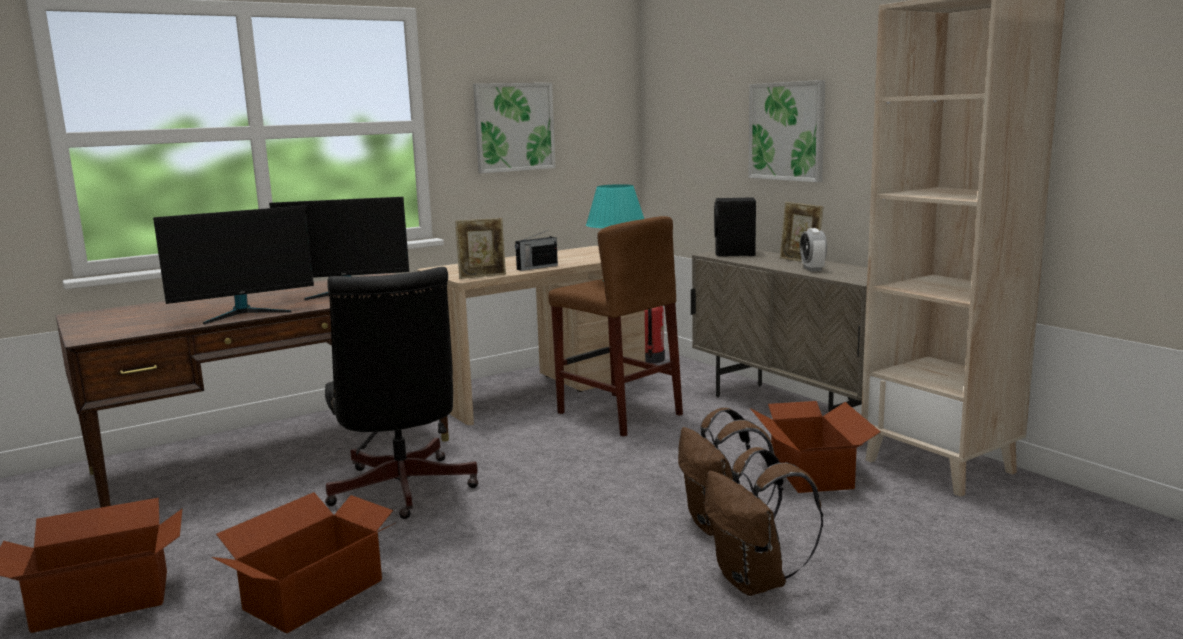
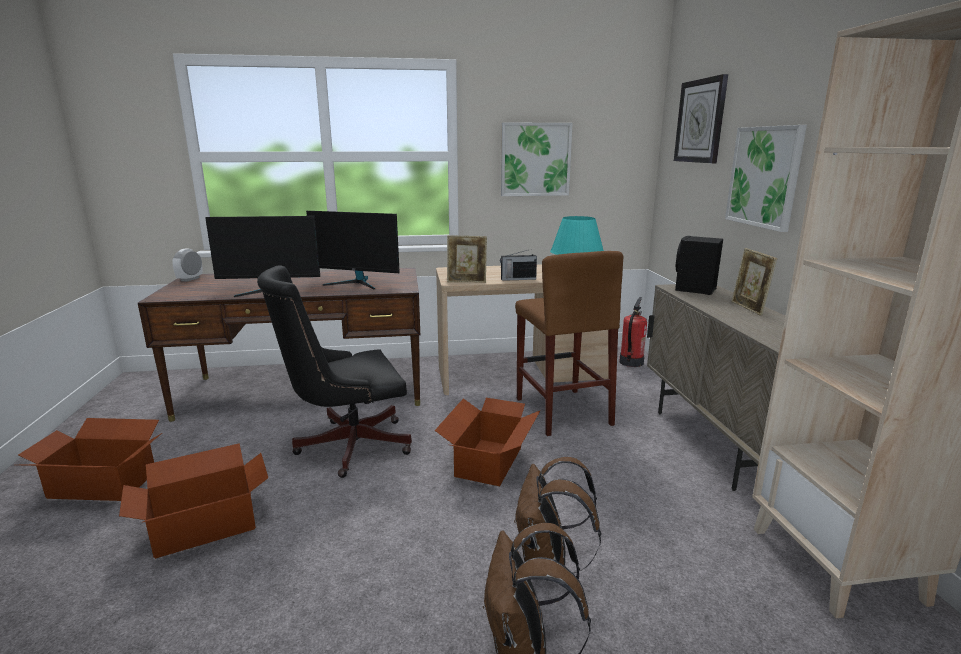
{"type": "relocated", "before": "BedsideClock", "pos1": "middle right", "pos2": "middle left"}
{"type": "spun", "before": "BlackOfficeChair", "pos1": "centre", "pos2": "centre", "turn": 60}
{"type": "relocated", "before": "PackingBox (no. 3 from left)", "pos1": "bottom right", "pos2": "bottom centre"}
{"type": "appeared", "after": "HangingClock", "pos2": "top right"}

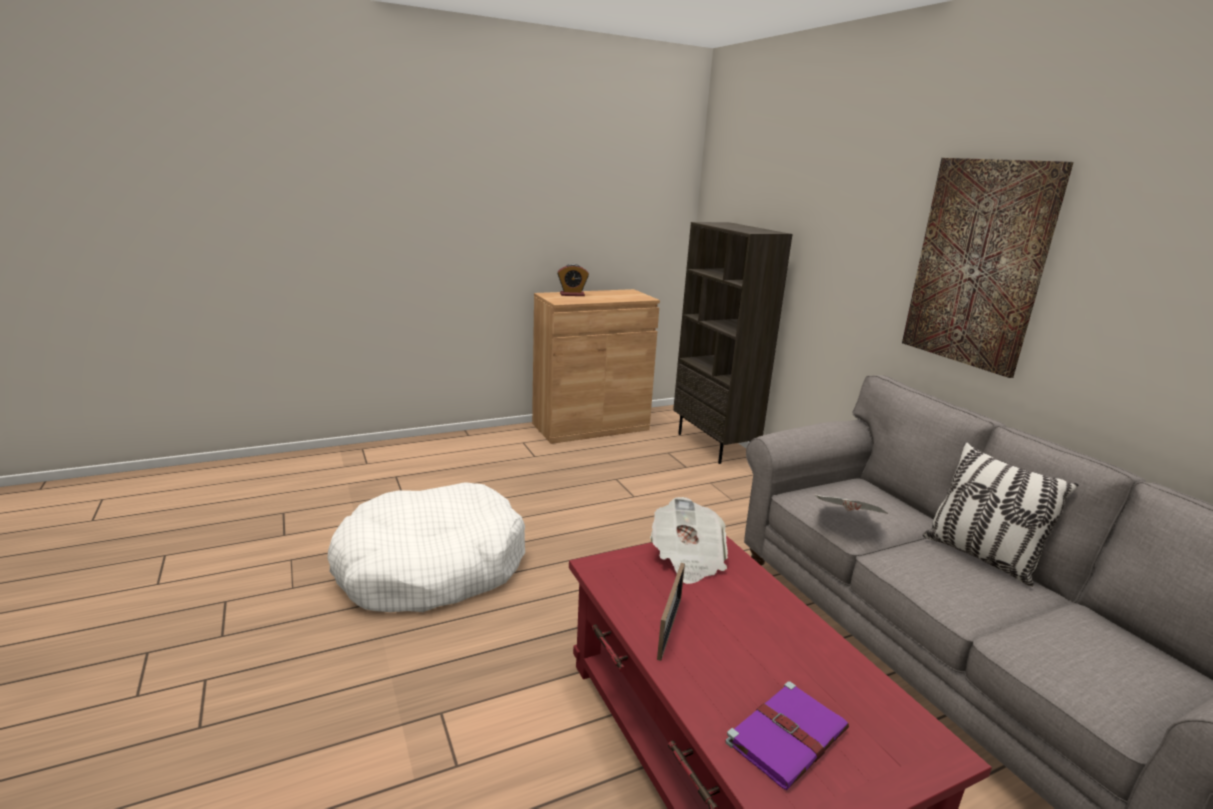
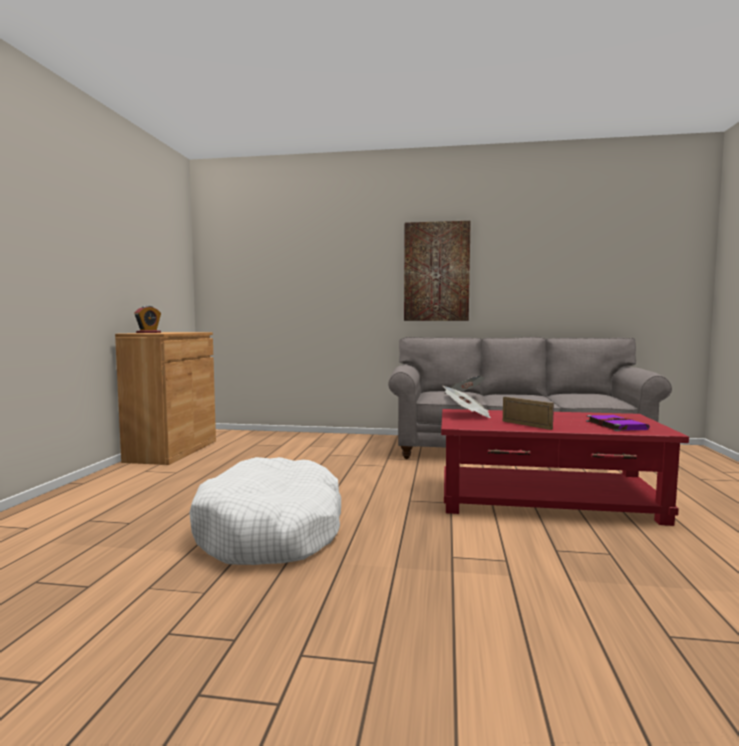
{"type": "missing", "before": "BrownColouredBookshelf", "pos1": "centre"}
{"type": "missing", "before": "ThrowPillow", "pos1": "middle right"}

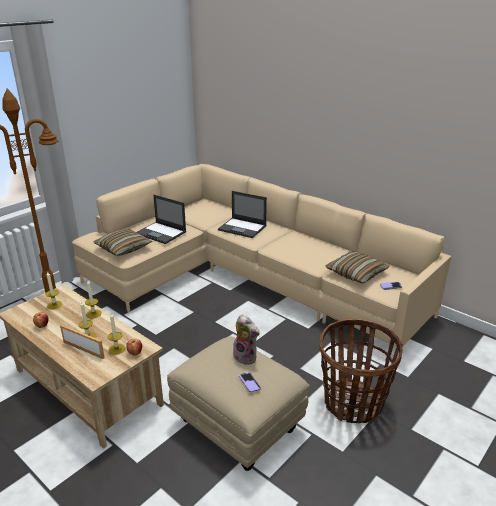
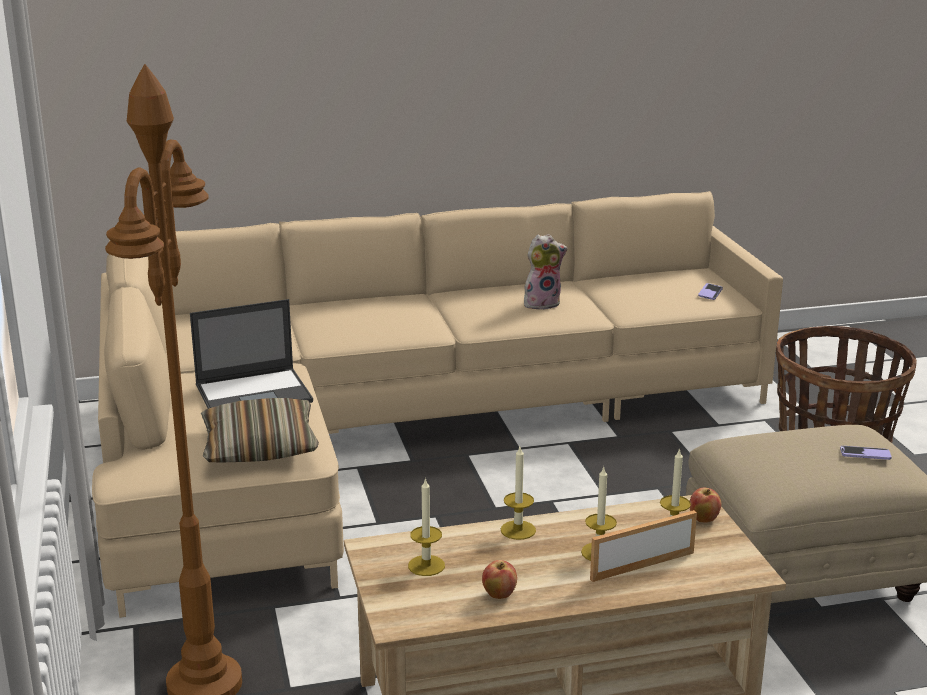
{"type": "missing", "before": "NotebookComputer (no. 2 from left)", "pos1": "centre"}
{"type": "missing", "before": "ThrowPillow (no. 2 from left)", "pos1": "middle right"}
{"type": "relocated", "before": "CuddlyToy", "pos1": "bottom centre", "pos2": "centre"}

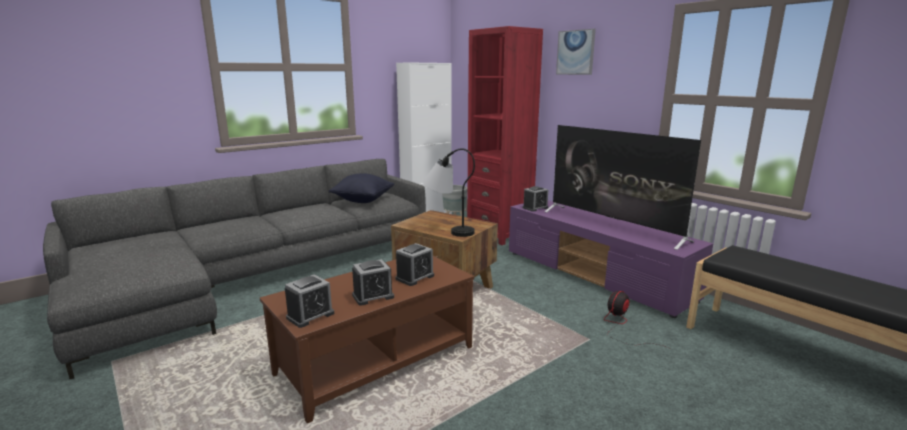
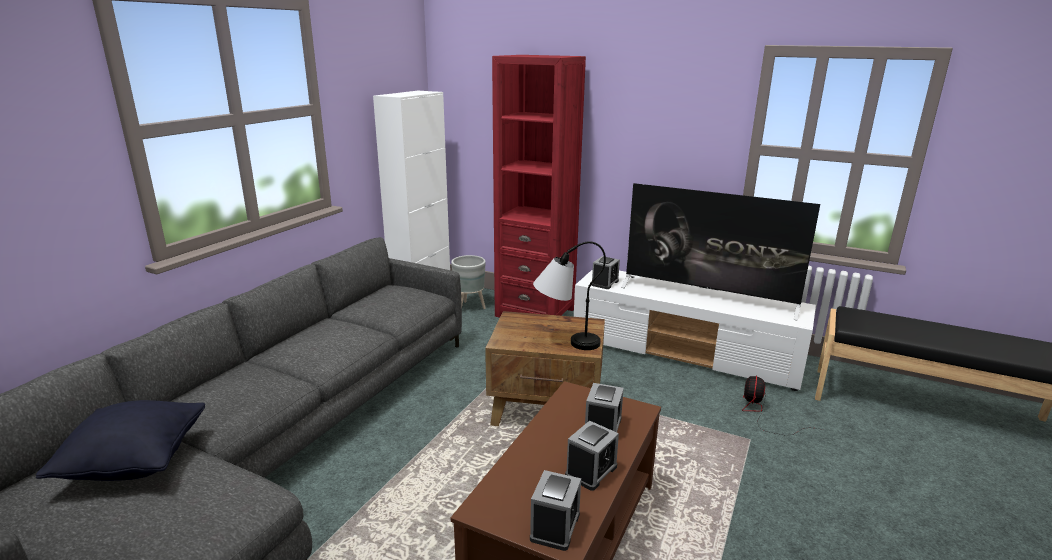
{"type": "missing", "before": "WallPicture", "pos1": "top centre"}
{"type": "relocated", "before": "BlackThrowPillow", "pos1": "centre", "pos2": "bottom left"}
{"type": "colour", "before": "PurpleTvStand", "after": "WhiteColouredTvStand", "pos1": "middle right", "pos2": "centre"}

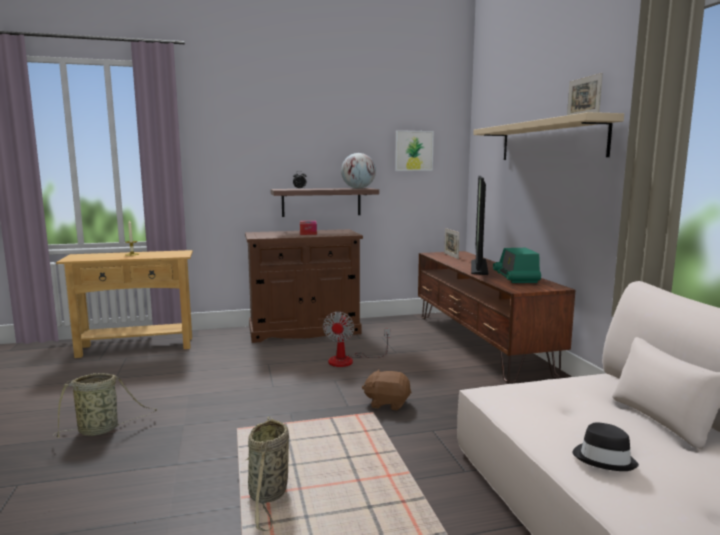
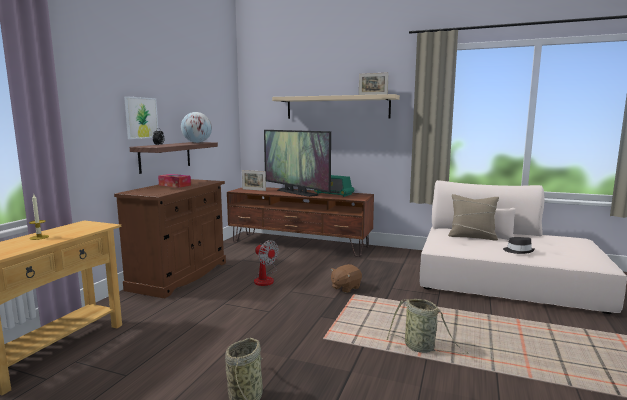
{"type": "relocated", "before": "WallPicture", "pos1": "top centre", "pos2": "top left"}
{"type": "appeared", "after": "BeigeColouredThrowPillow", "pos2": "middle right"}

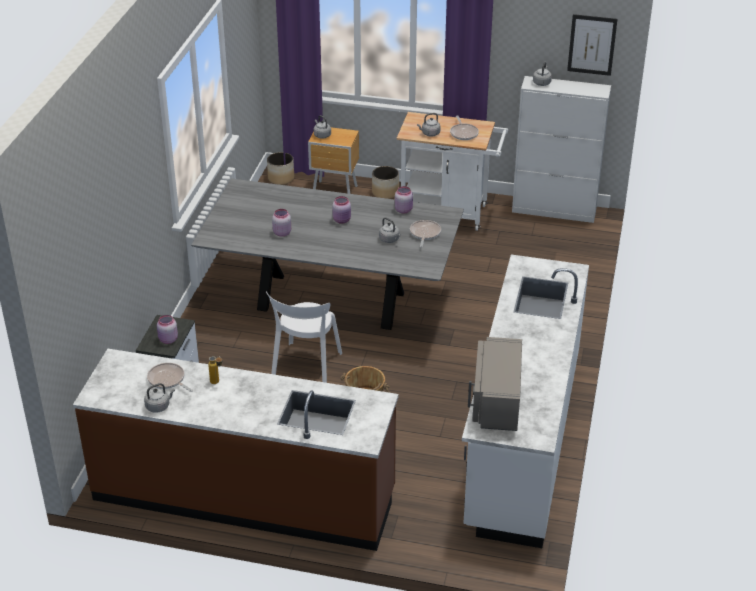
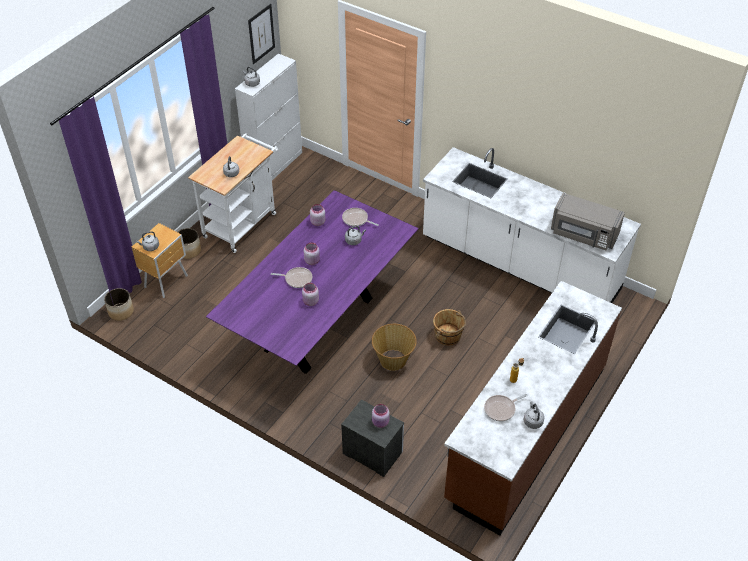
{"type": "relocated", "before": "Pan (no. 3 from left in the first image)", "after": "Pan (no. 1 from left)", "pos1": "top centre", "pos2": "centre"}
{"type": "colour", "before": "GreyDiningTable", "after": "PurpleDiningTable", "pos1": "centre", "pos2": "centre"}
{"type": "exchanged", "before": "WhiteColouredChair", "after": "Basket", "pos1": "centre", "pos2": "centre"}

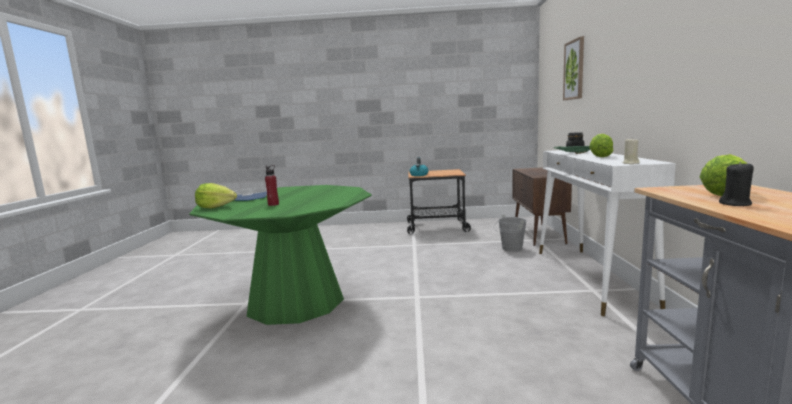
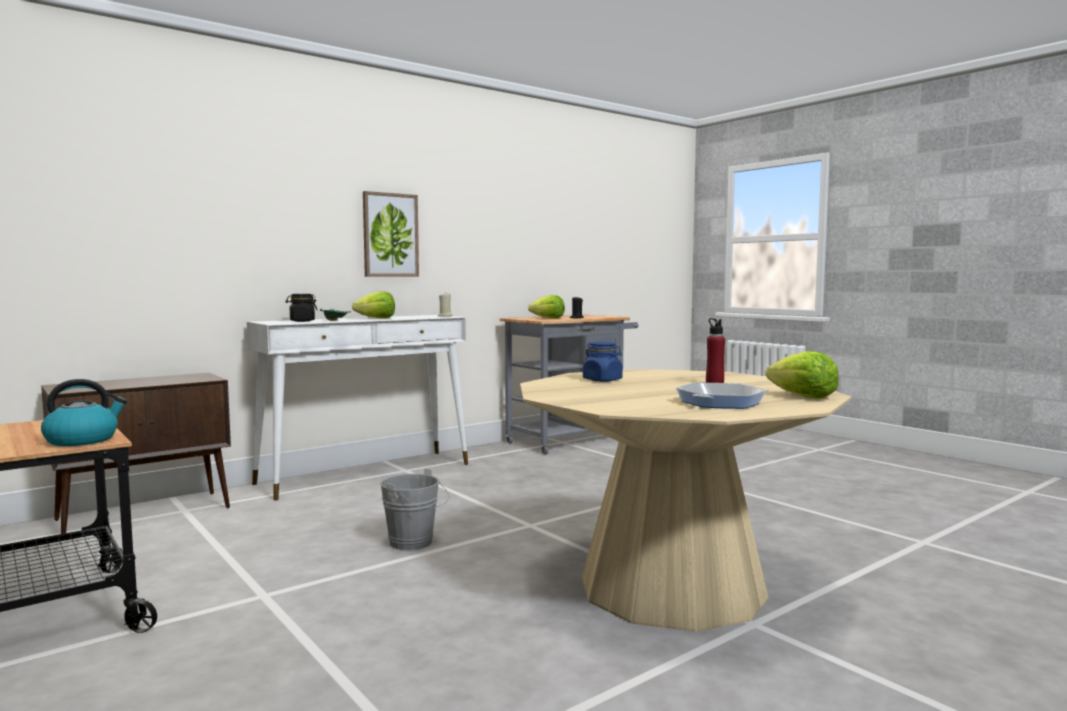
{"type": "relocated", "before": "WallPicture", "pos1": "top right", "pos2": "top centre"}
{"type": "colour", "before": "GreenDiningTable", "after": "BeigeColouredDiningTable", "pos1": "centre", "pos2": "bottom centre"}
{"type": "relocated", "before": "GreyBucket", "pos1": "centre", "pos2": "bottom centre"}
{"type": "appeared", "after": "BlueStorageJar", "pos2": "centre"}

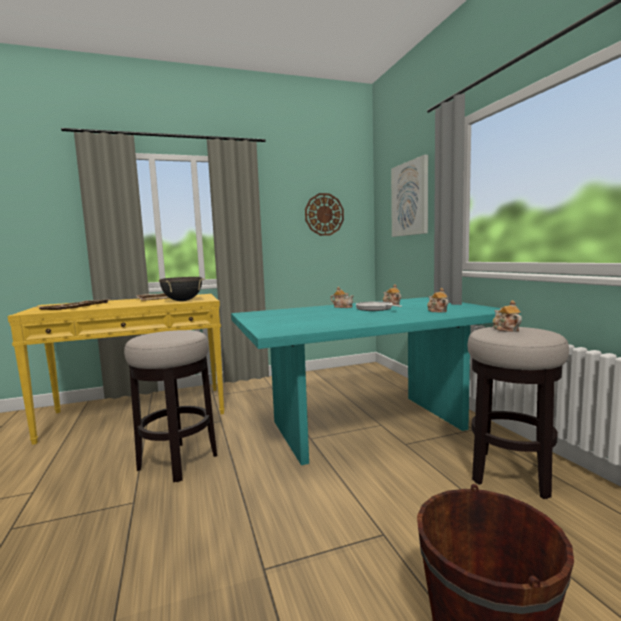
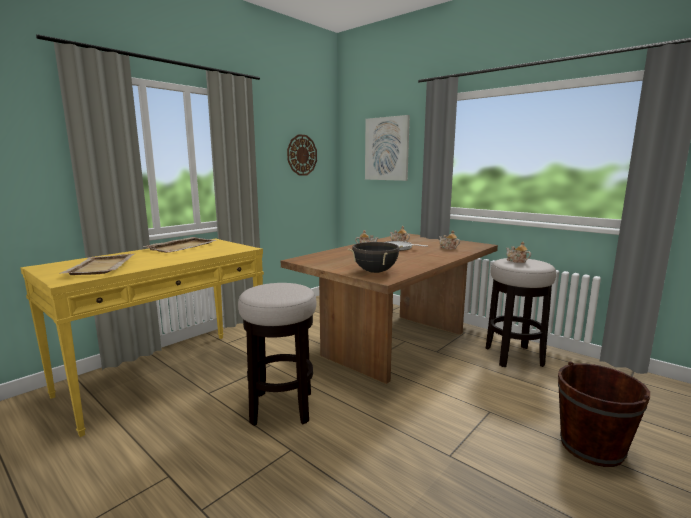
{"type": "relocated", "before": "BlackStockpot", "pos1": "middle left", "pos2": "centre"}
{"type": "colour", "before": "BlueGreenDiningTable", "after": "BrownColouredDiningTable", "pos1": "centre", "pos2": "centre"}

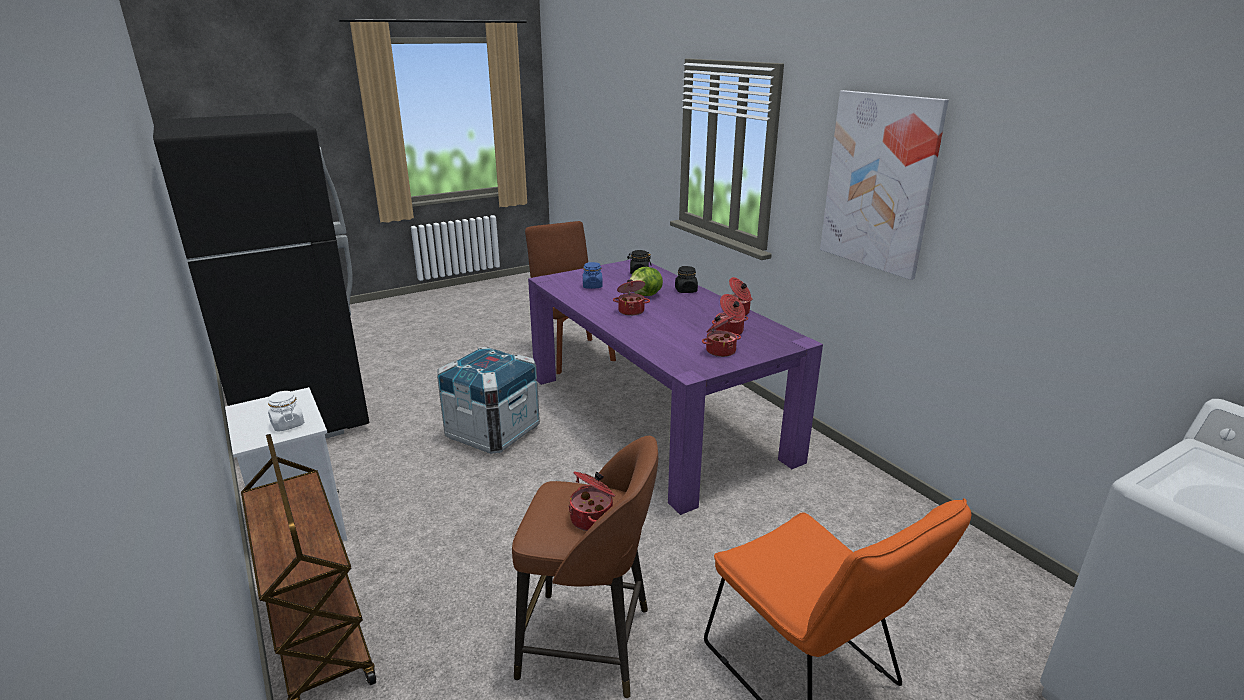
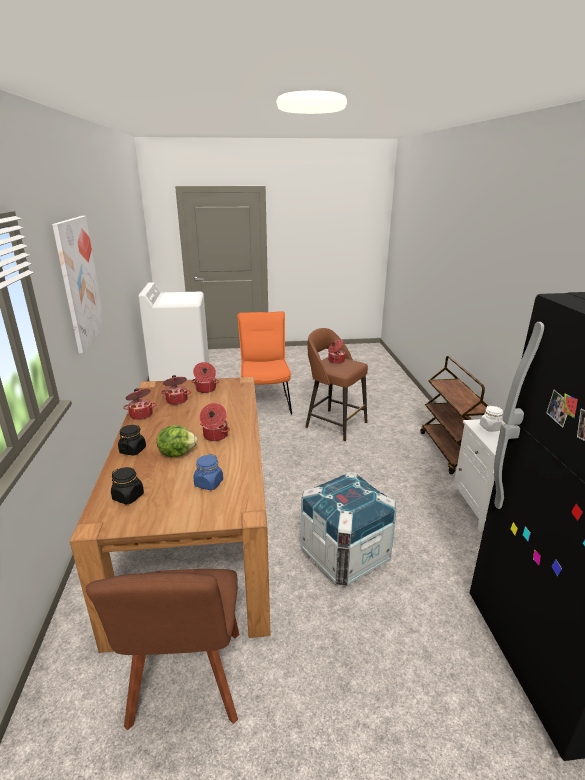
{"type": "colour", "before": "PurpleDiningTable", "after": "BrownColouredDiningTable", "pos1": "centre", "pos2": "middle left"}

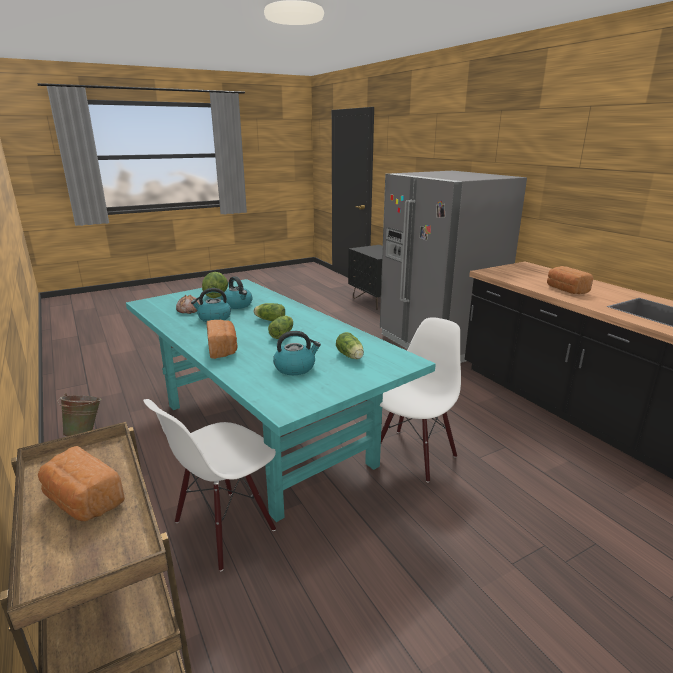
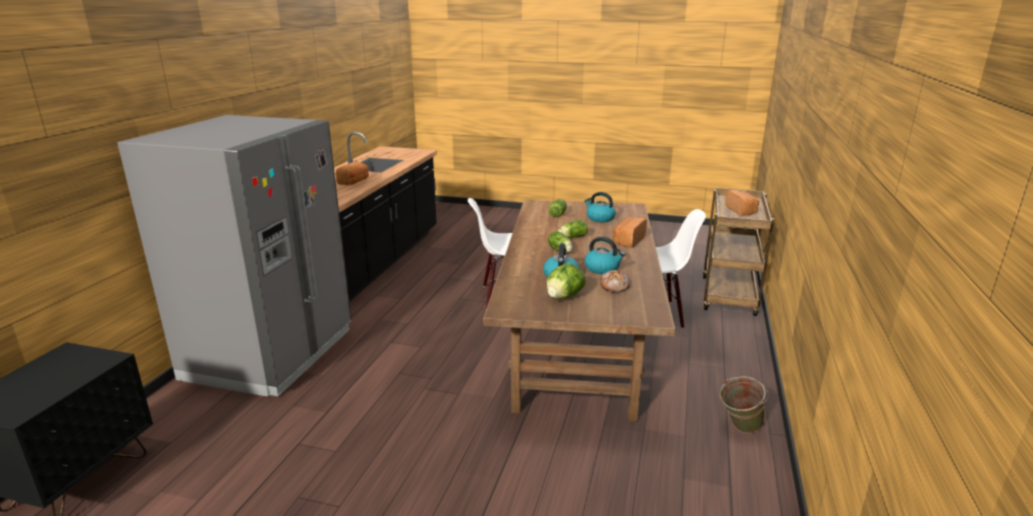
{"type": "colour", "before": "BlueGreenDiningTable", "after": "BrownColouredDiningTable", "pos1": "centre", "pos2": "centre"}

